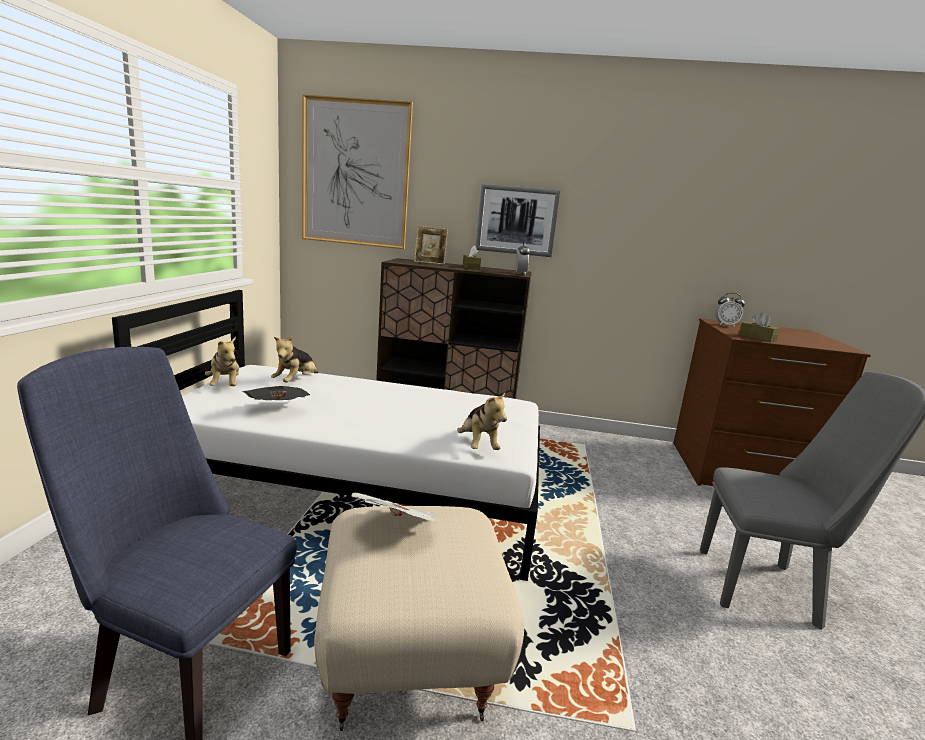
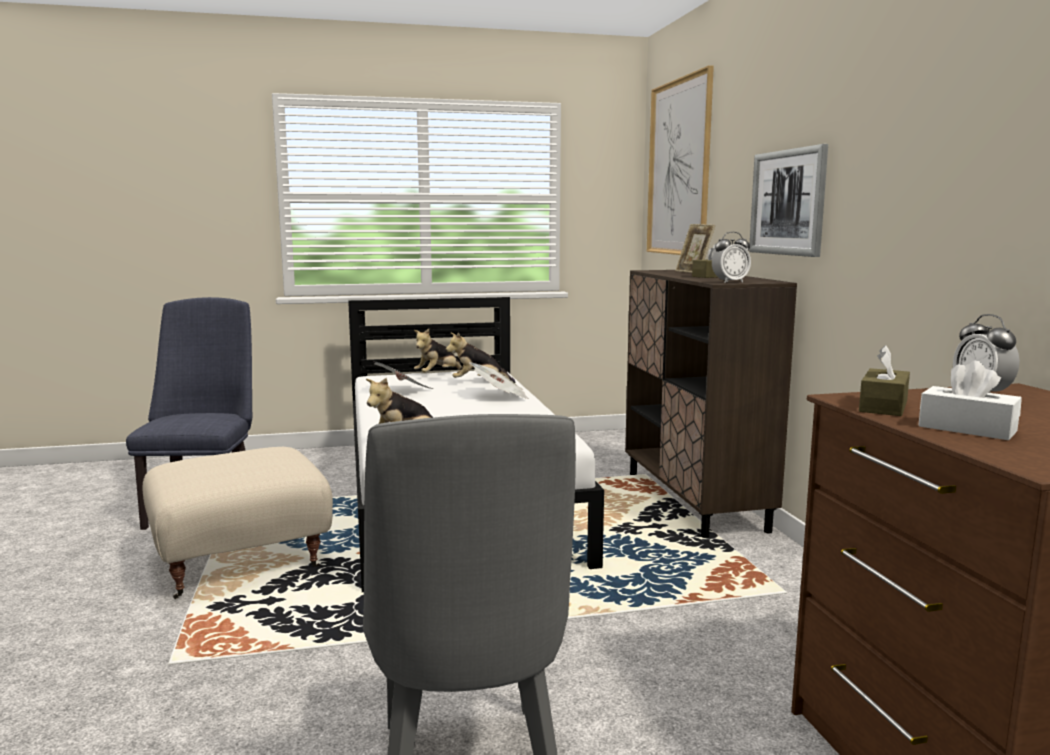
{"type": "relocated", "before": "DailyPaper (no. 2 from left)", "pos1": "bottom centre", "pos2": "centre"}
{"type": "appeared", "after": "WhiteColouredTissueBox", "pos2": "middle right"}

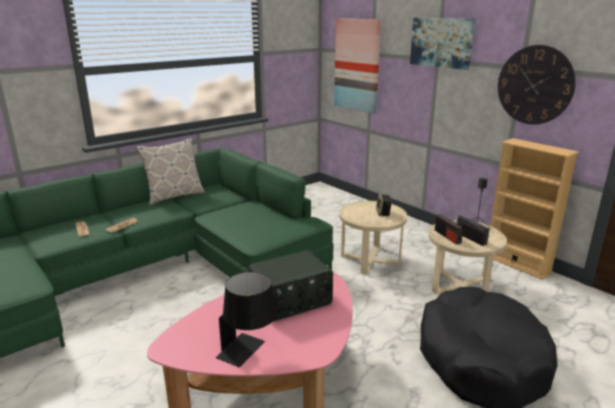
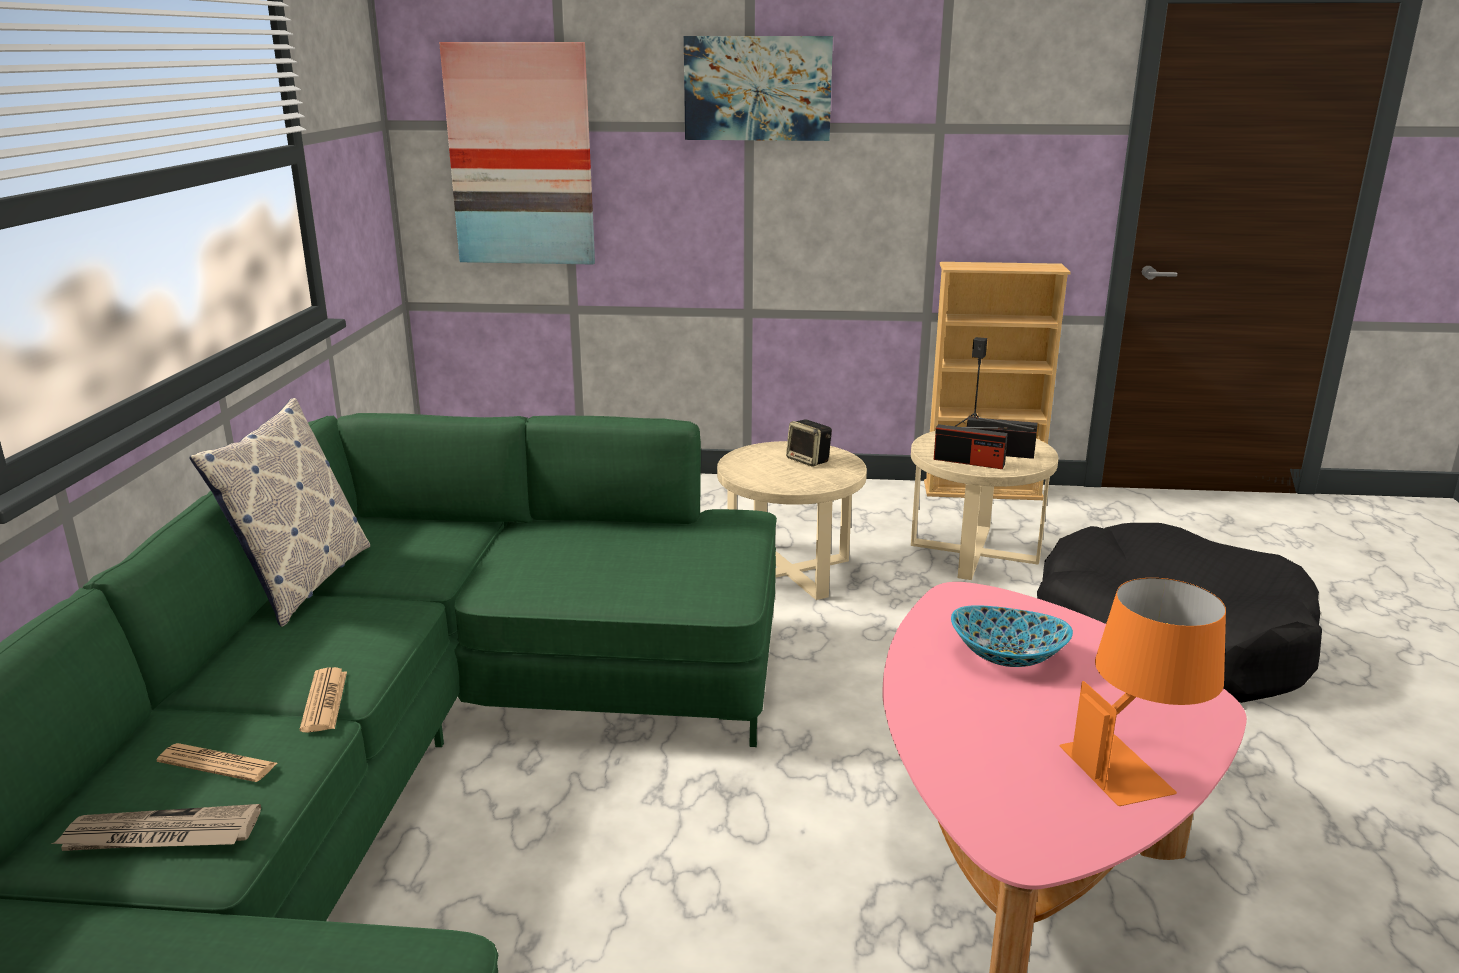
{"type": "missing", "before": "HangingClock", "pos1": "top right"}
{"type": "exchanged", "before": "Radio (no. 1 from left)", "after": "DeepDish", "pos1": "bottom centre", "pos2": "middle right"}
{"type": "colour", "before": "BlackTableLamp", "after": "OrangeColouredTableLamp", "pos1": "bottom centre", "pos2": "bottom right"}
{"type": "appeared", "after": "DailyPaper (no. 1 from left)", "pos2": "bottom left"}

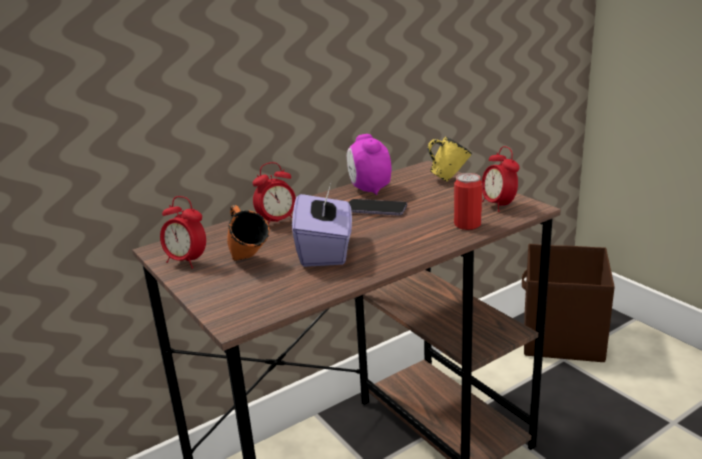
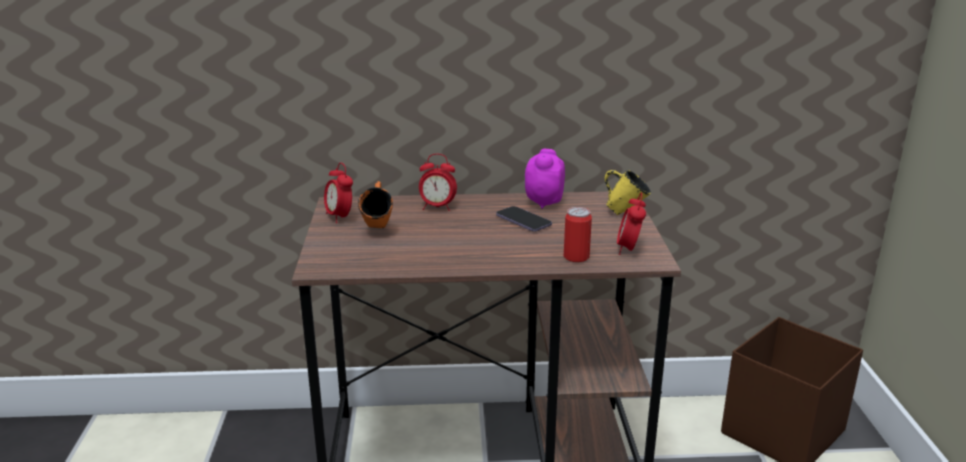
{"type": "missing", "before": "PurpleTissueBox", "pos1": "centre"}

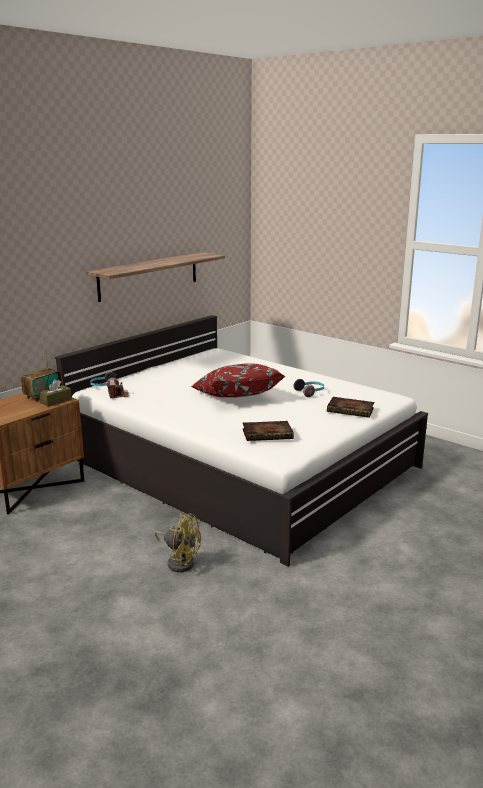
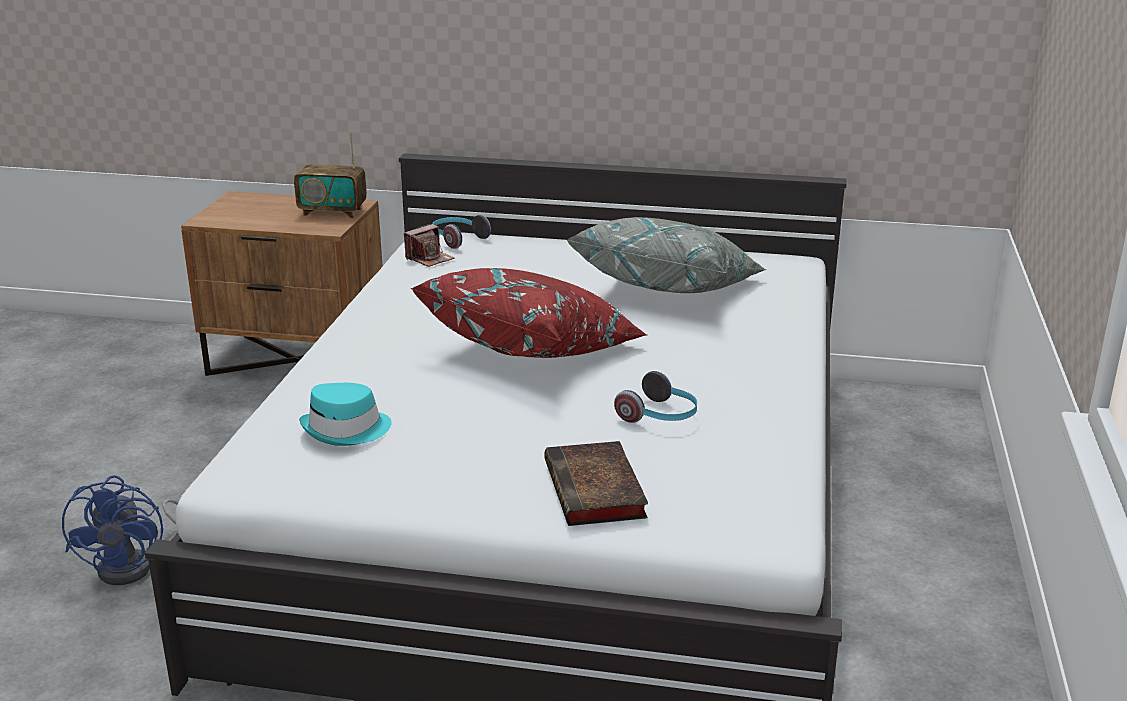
{"type": "missing", "before": "BracketShelf", "pos1": "middle left"}
{"type": "missing", "before": "BrownColouredTissueBox", "pos1": "middle left"}
{"type": "exchanged", "before": "BoundBook (no. 1 from left)", "after": "BlueGreenClothingHat", "pos1": "centre", "pos2": "middle left"}
{"type": "colour", "before": "YellowFan", "after": "BlueFan", "pos1": "bottom centre", "pos2": "bottom left"}
{"type": "appeared", "after": "GreyThrowPillow", "pos2": "centre"}

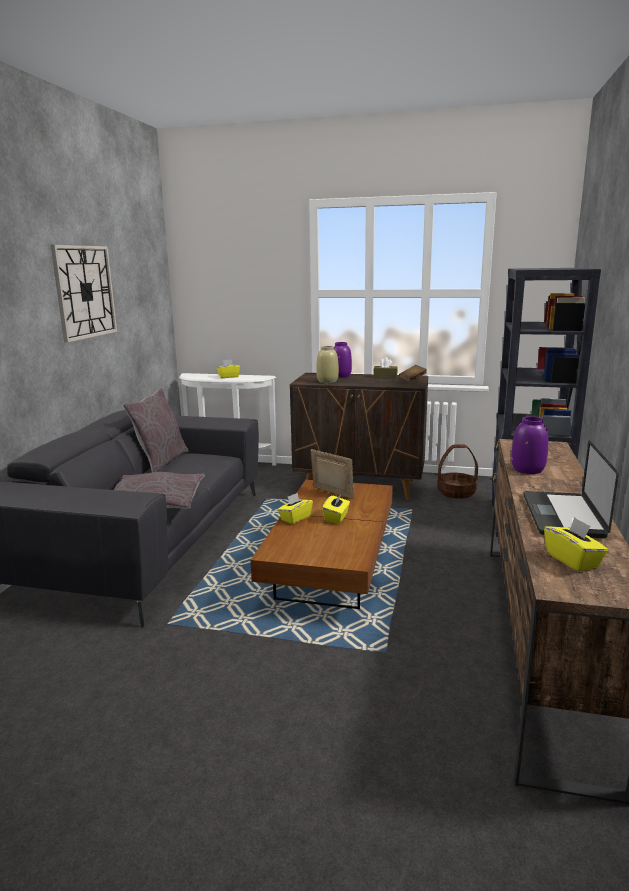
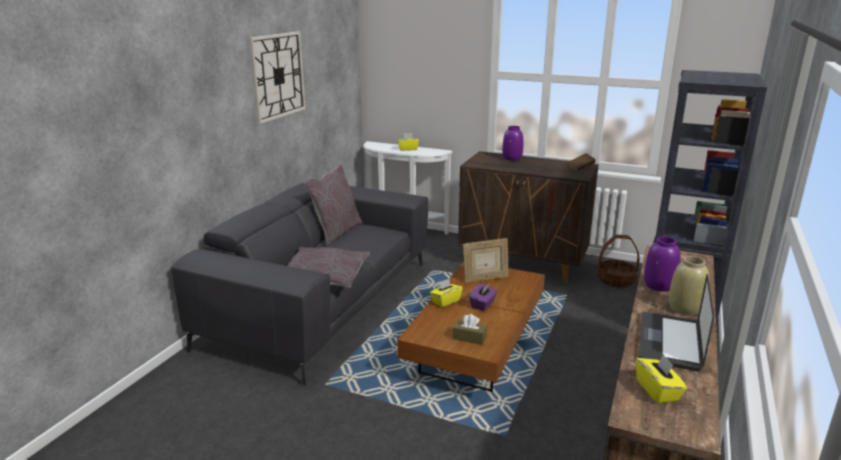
{"type": "relocated", "before": "BeigeColouredDecorativeVase", "pos1": "centre", "pos2": "middle right"}
{"type": "relocated", "before": "BrownColouredTissueBox", "pos1": "centre", "pos2": "bottom centre"}
{"type": "spun", "before": "PhotoFrame", "pos1": "centre", "pos2": "centre", "turn": 120}
{"type": "colour", "before": "YellowTissueBox (no. 3 from left)", "after": "PurpleTissueBox", "pos1": "centre", "pos2": "centre"}

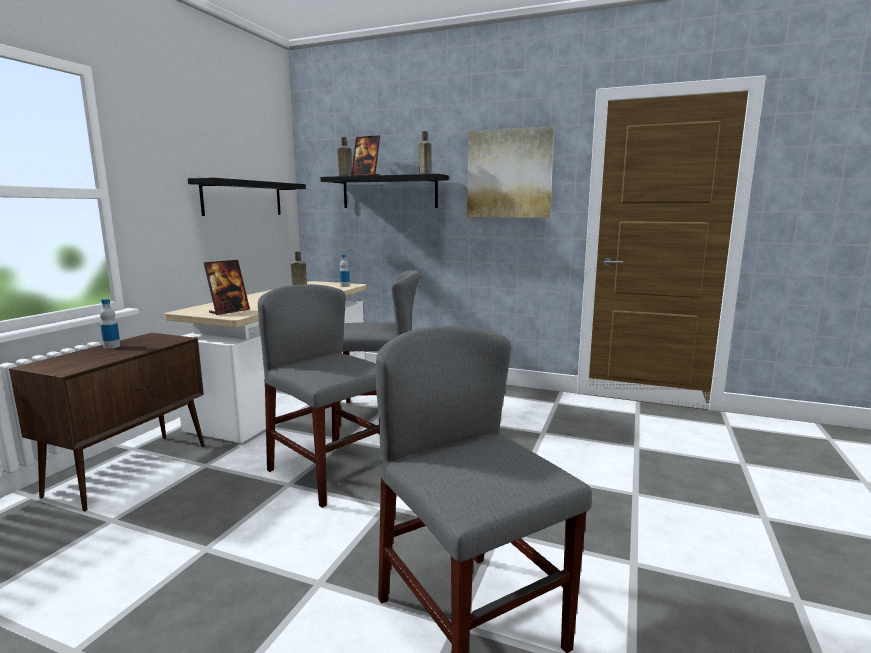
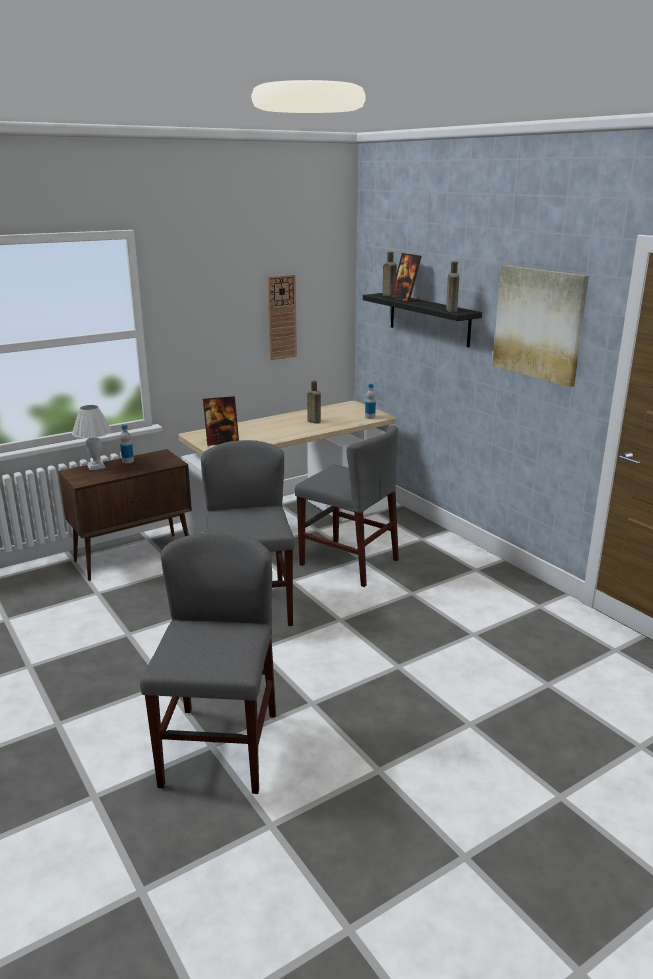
{"type": "exchanged", "before": "BlackBracketShelf (no. 1 from left)", "after": "HangingClock", "pos1": "top left", "pos2": "top centre"}
{"type": "appeared", "after": "WhiteColouredTableLamp", "pos2": "middle left"}

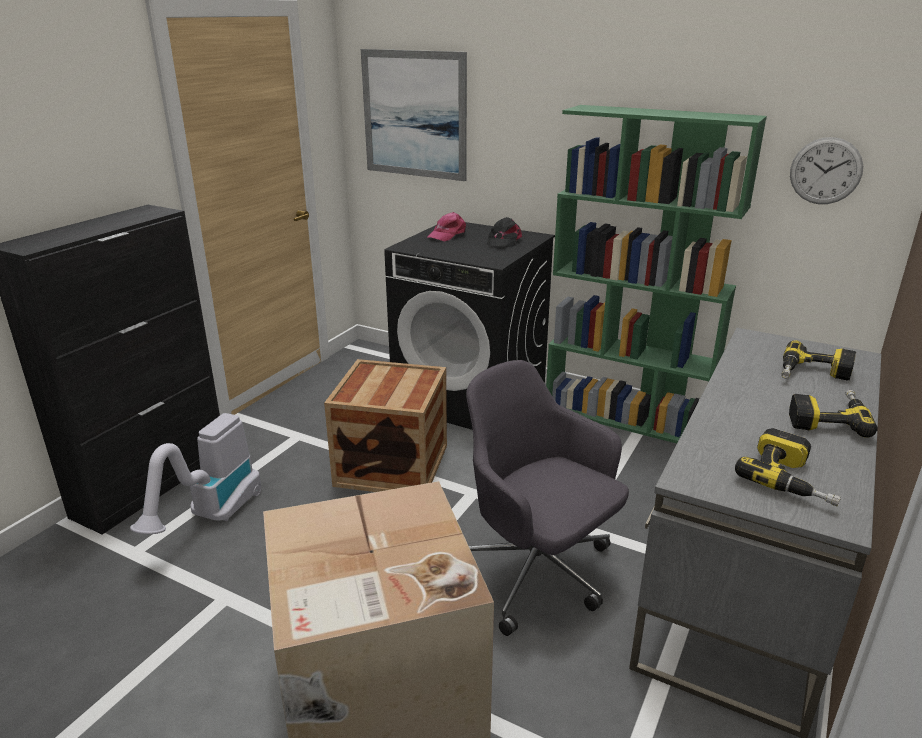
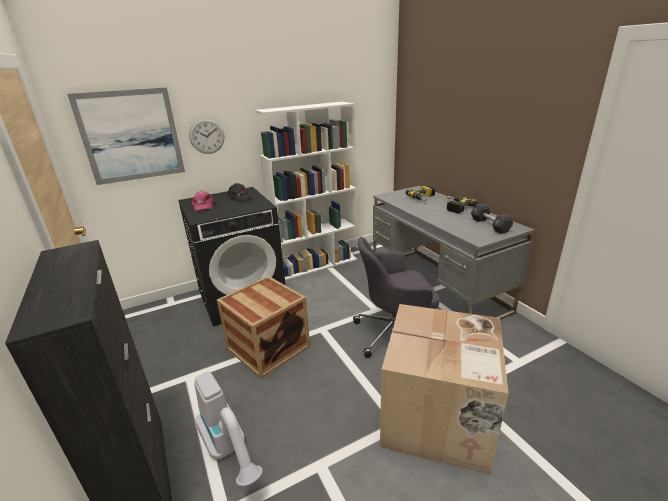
{"type": "colour", "before": "GreenBookshelf", "after": "WhiteColouredBookshelf", "pos1": "middle right", "pos2": "centre"}
{"type": "relocated", "before": "HangingClock", "pos1": "top right", "pos2": "top left"}
{"type": "exchanged", "before": "Drill (no. 1 from left)", "after": "BlackDumbbell", "pos1": "middle right", "pos2": "middle right"}

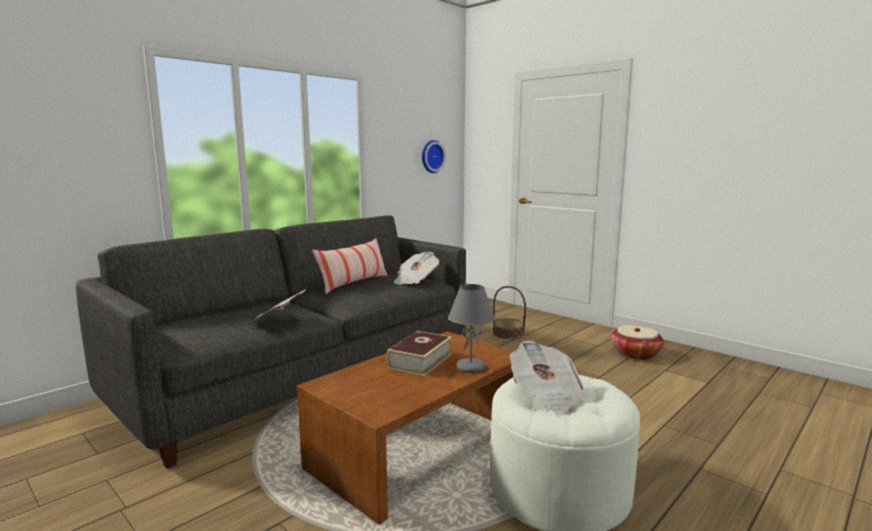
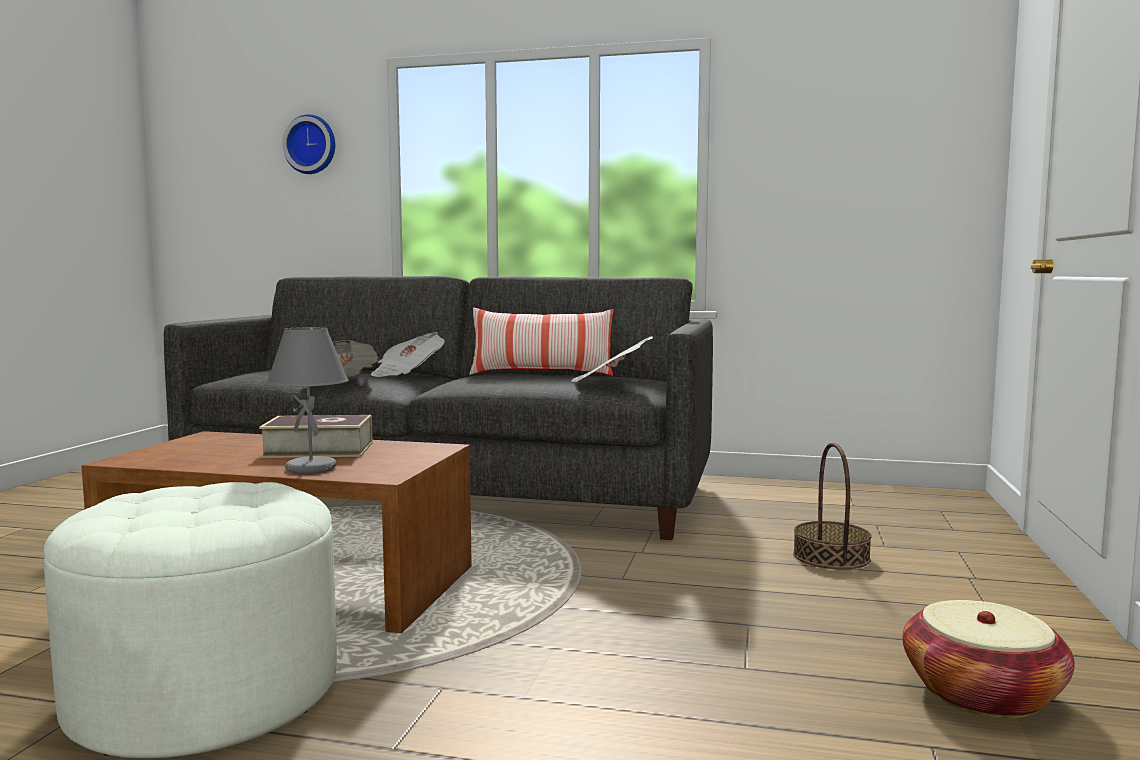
{"type": "relocated", "before": "HangingClock", "pos1": "top centre", "pos2": "top left"}
{"type": "relocated", "before": "DailyPaper (no. 3 from left in the first image)", "after": "DailyPaper (no. 2 from left)", "pos1": "bottom centre", "pos2": "centre"}

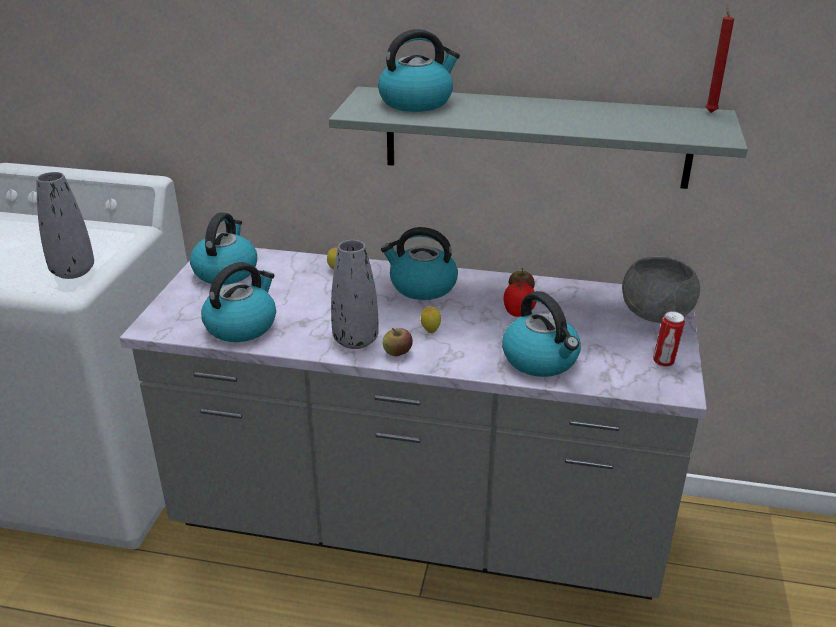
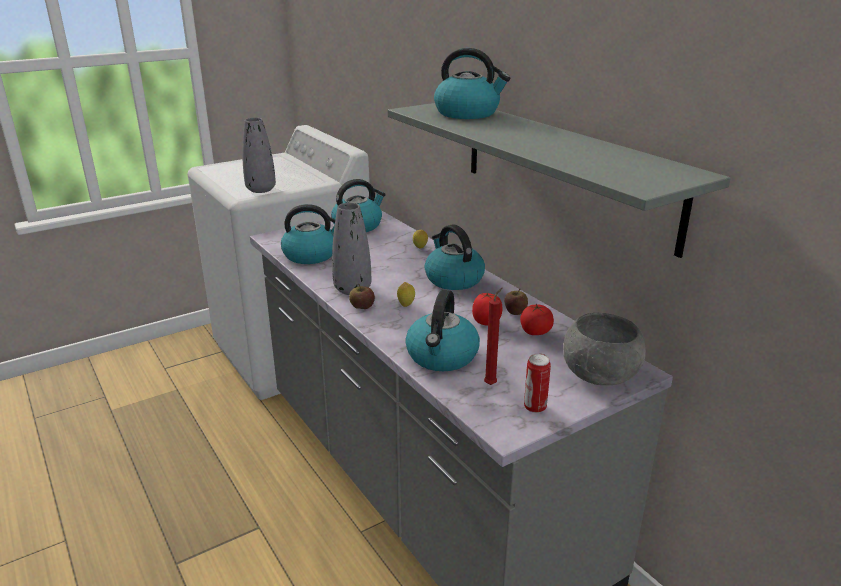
{"type": "relocated", "before": "ReddishWaxCandle", "pos1": "top right", "pos2": "centre"}
{"type": "appeared", "after": "Tomato (no. 2 from left)", "pos2": "centre"}

